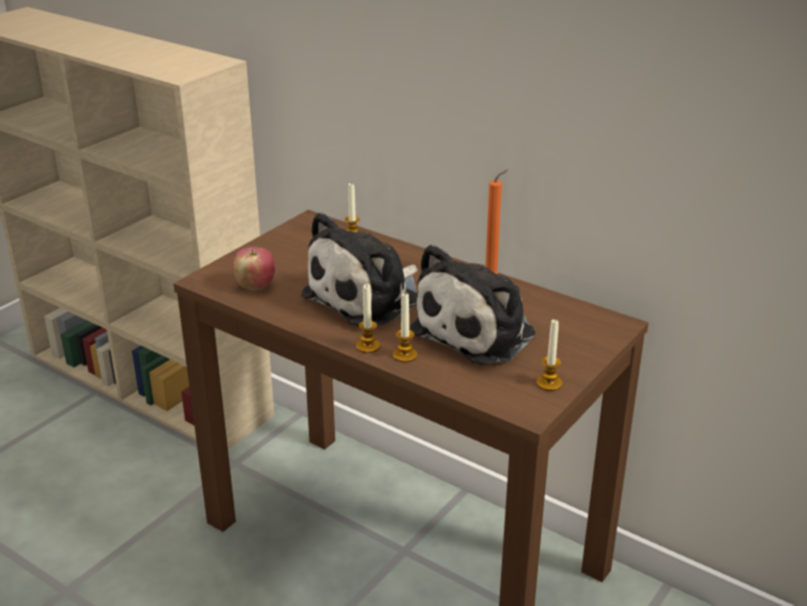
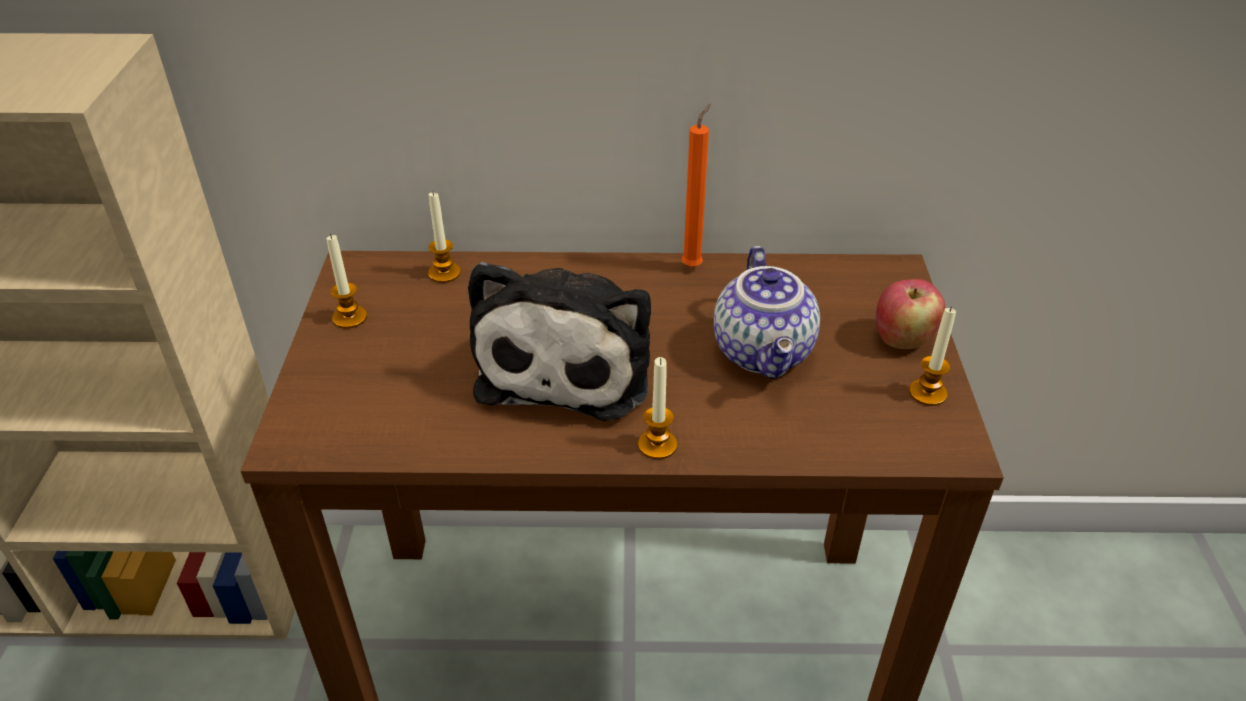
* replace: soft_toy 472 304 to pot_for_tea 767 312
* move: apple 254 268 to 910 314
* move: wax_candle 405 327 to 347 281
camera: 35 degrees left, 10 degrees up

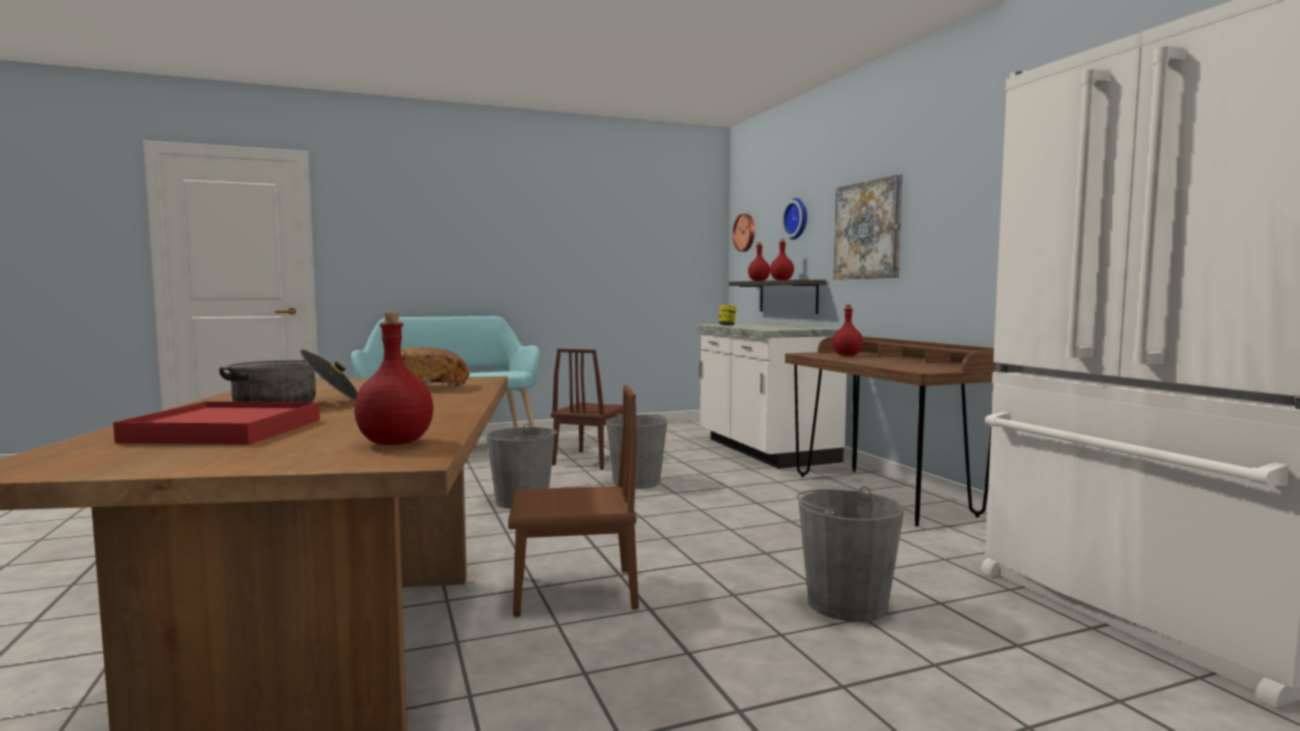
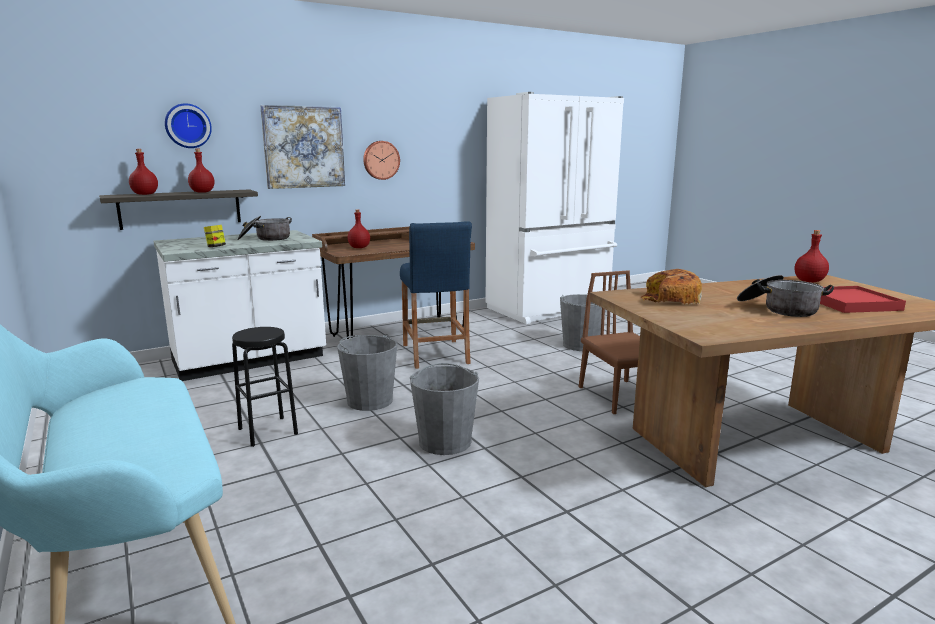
* move: clock_on_the_wall 744 233 to 381 160
* replace: brownish_plain_chair 587 409 to black_sitting_stool 265 387
* insert: stockpot 264 228
* insert: bluish_sitting_stool 436 295
camera: 100 degrees left, 10 degrees up

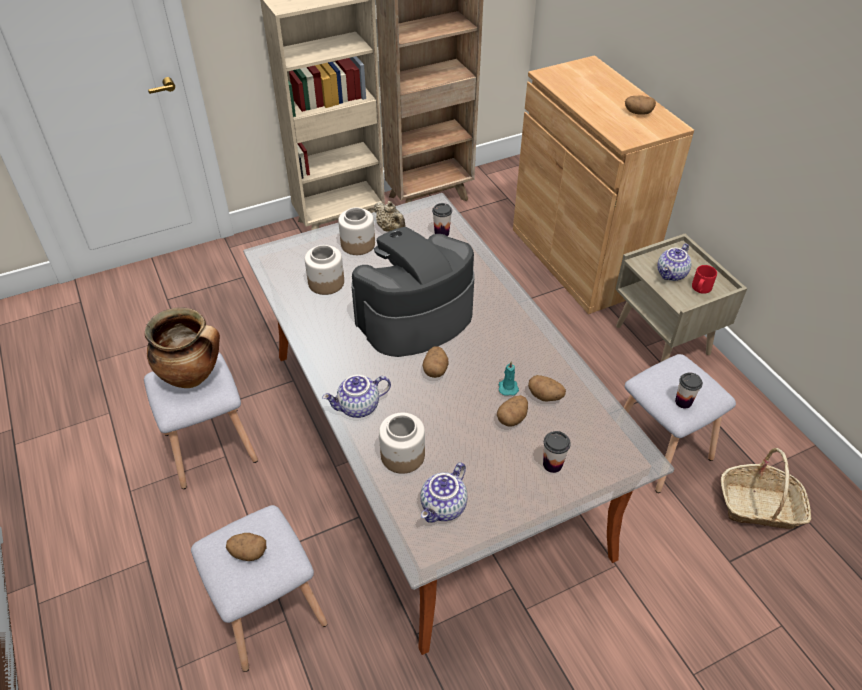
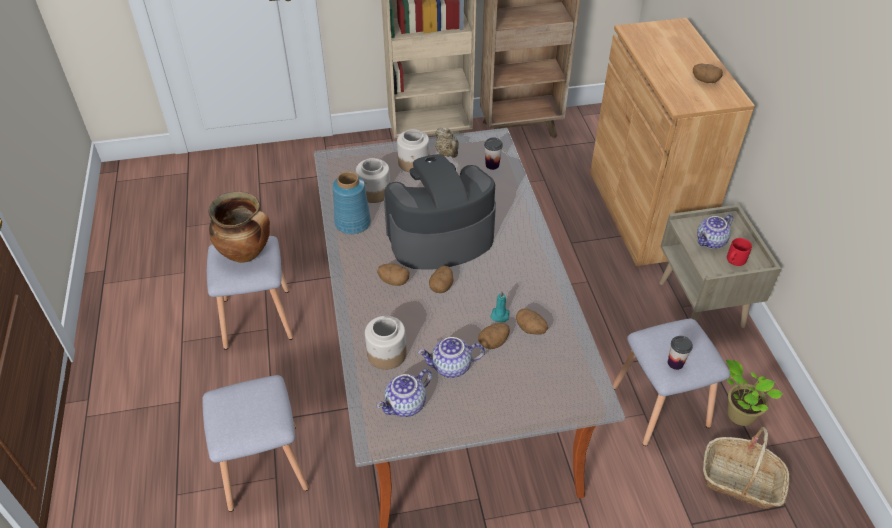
* move: pot_for_tea 356 396 to 451 357
* delete: small_cup 557 452
* move: whole_potato 246 547 to 393 275
* insert: bluish_flower_vase 351 202
* insert: potted_plant 754 393
camera: 15 degrees right, 0 degrees up

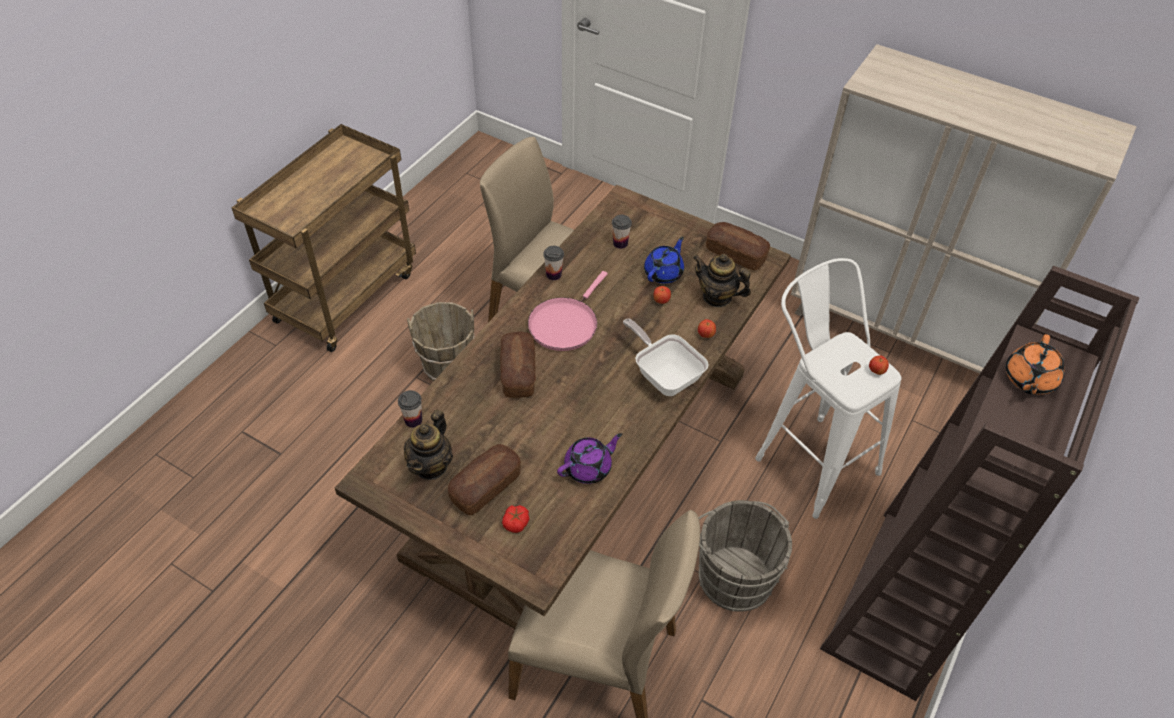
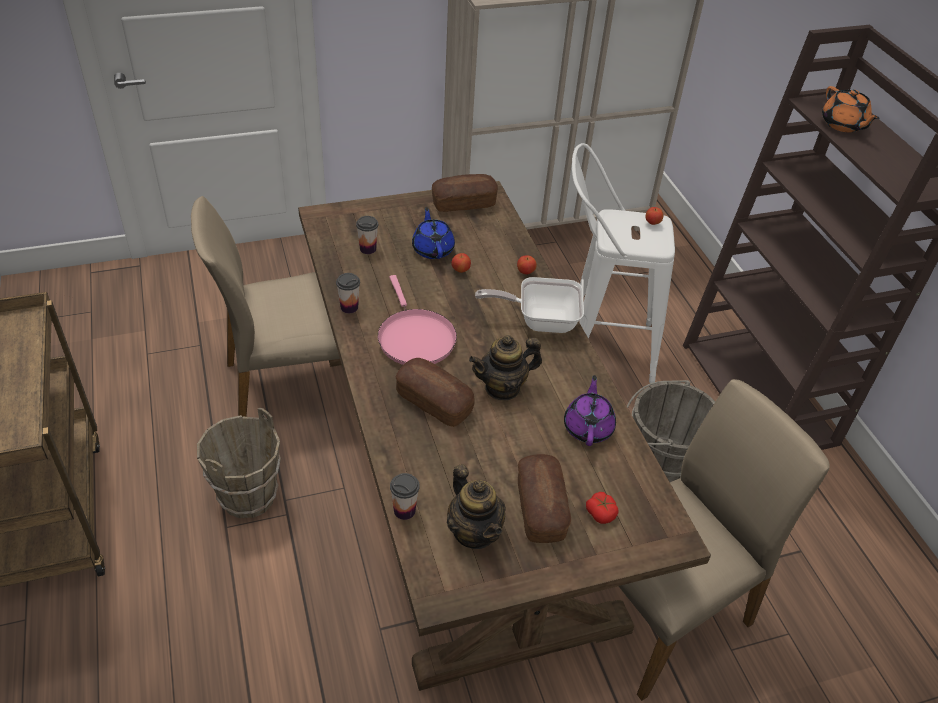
* move: pot_for_tea 722 281 to 505 368
camera: 50 degrees left, 5 degrees down

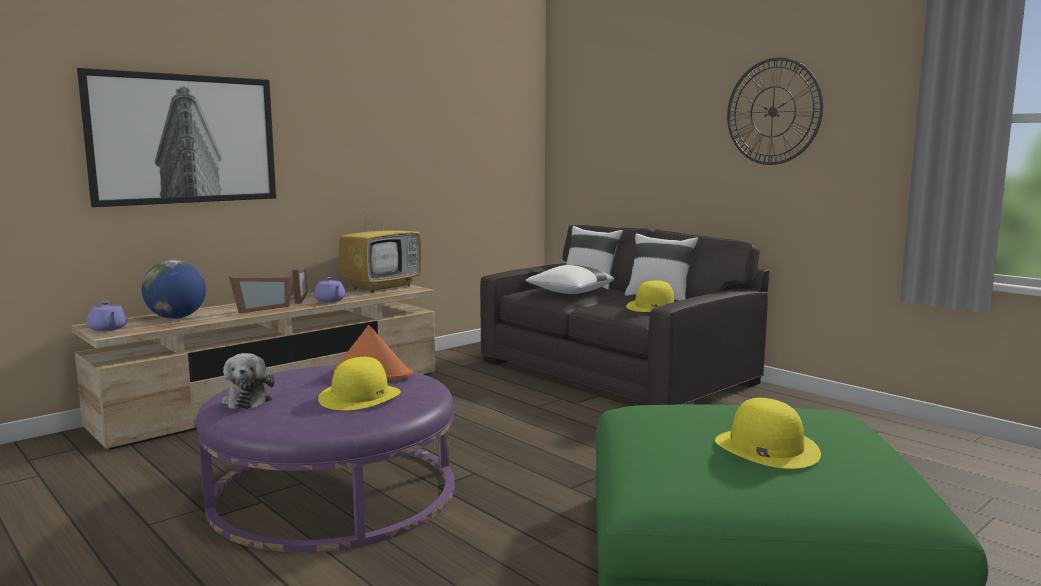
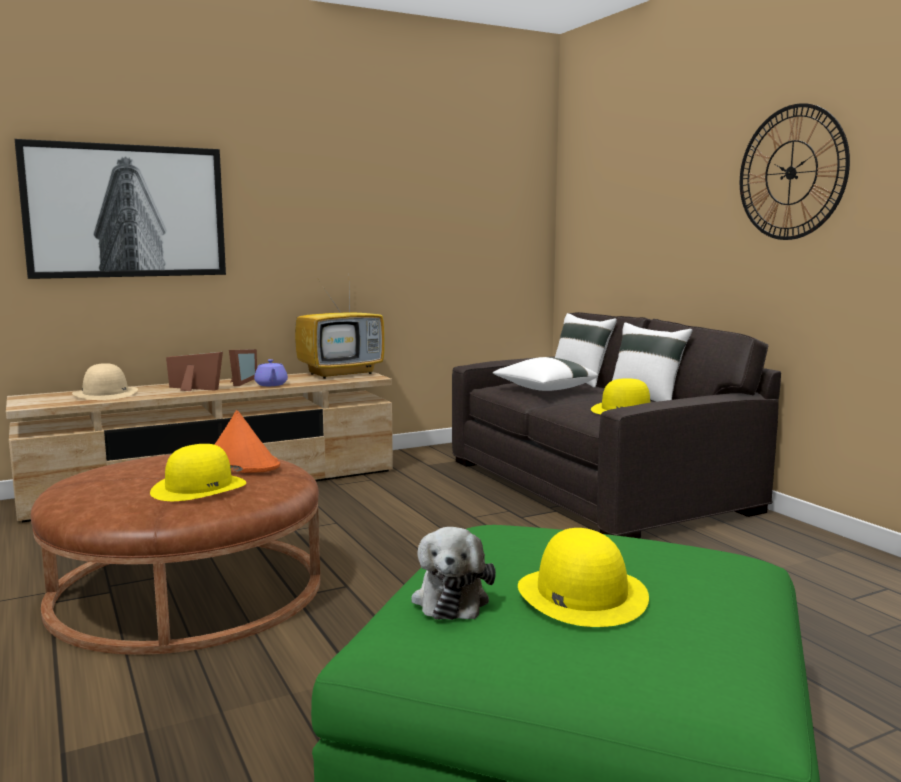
* replace: desk_globe 174 289 to beige-coloured_hat 105 381
* rotate: standing_frame 259 295 = 194 371 135 degrees counterclockwise
* delete: purple-coloured_pot_for_tea 107 316
* move: soft_toy 248 381 to 453 573
* recolor: purple-coloured_pouffe 325 459 to brownish_pouffe 175 554
camera: 15 degrees right, 0 degrees up

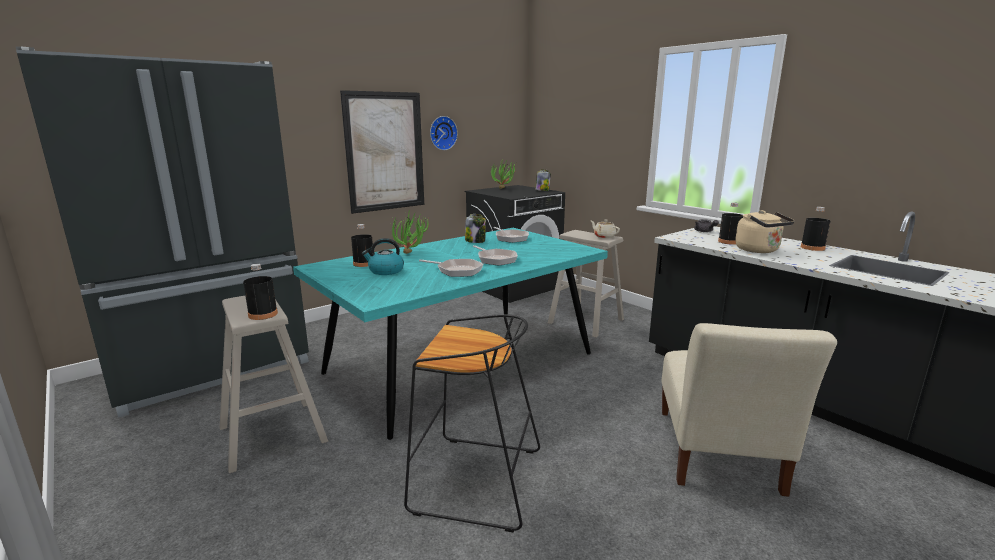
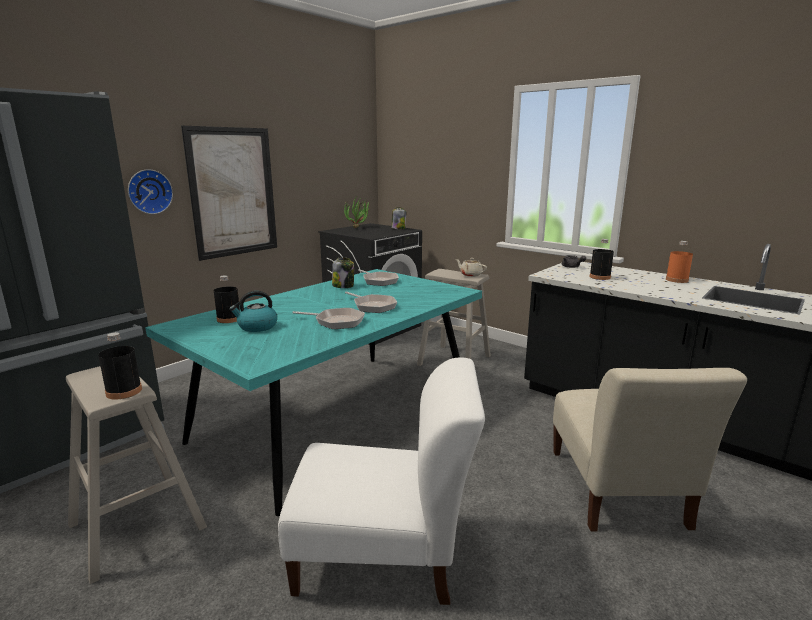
* move: clock_on_the_wall 444 133 to 150 191
* recolor: black_drink_bottle 815 229 to orange-coloured_drink_bottle 679 262
* delete: potted_plant 410 231
* delete: beige-coloured_water_kettle 764 231
* replace: black_sitting_stool 472 423 to white-coloured_plain_chair 381 481
camera: 10 degrees left, 0 degrees up

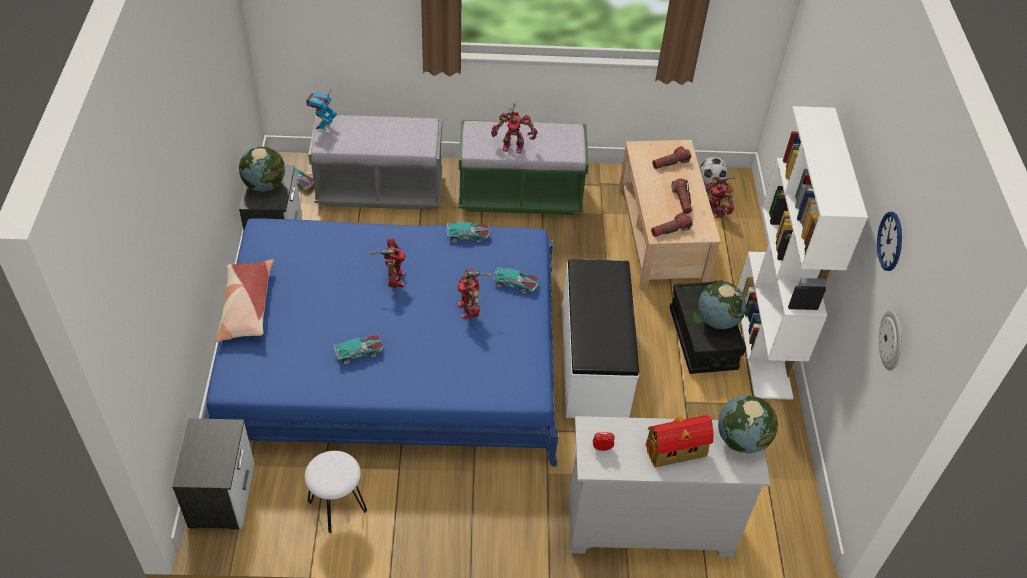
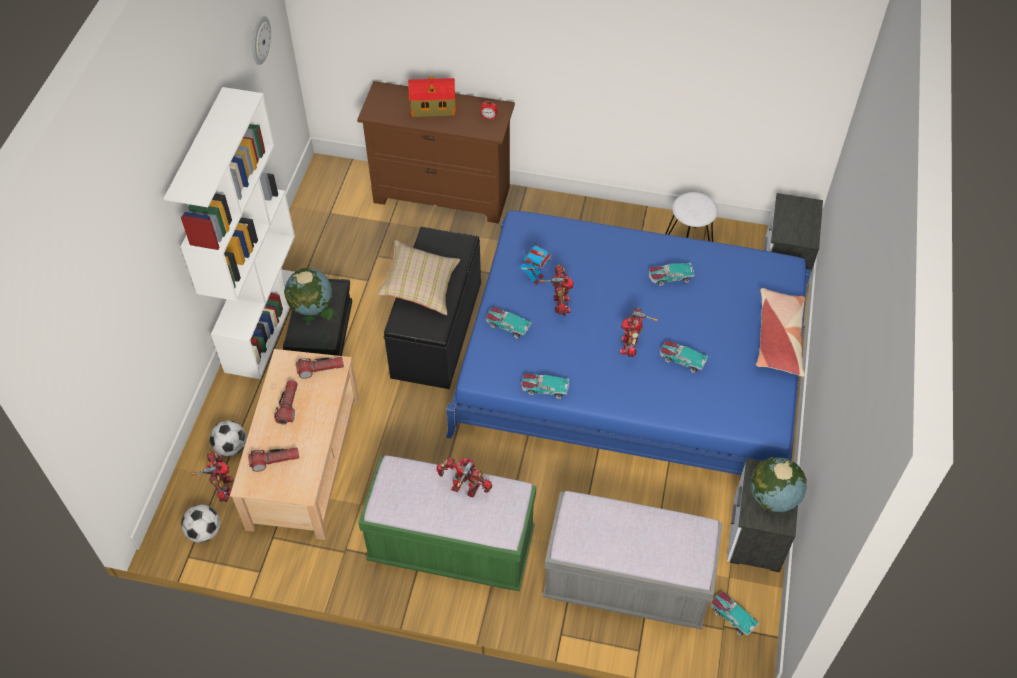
* move: robot_figure 321 110 to 536 261
* delete: clock_on_the_wall 889 241
* recolor: white-coloured_long_seat 600 338 to black_long_seat 432 308
* delete: desk_globe 748 424
* recolor: white-coloured_drawer_chest 669 486 to brownish_drawer_chest 436 152
* insert: beige-coloured_pillow 418 277
* insert: model_car 684 356
* insert: ball_for_football 227 438
camera: 165 degrees left, 5 degrees up

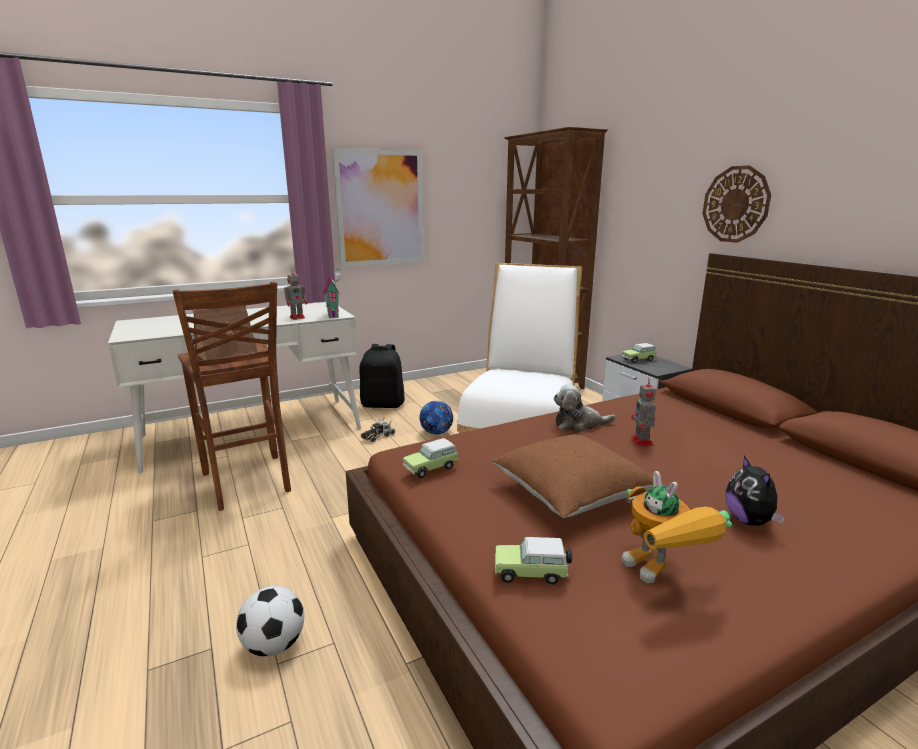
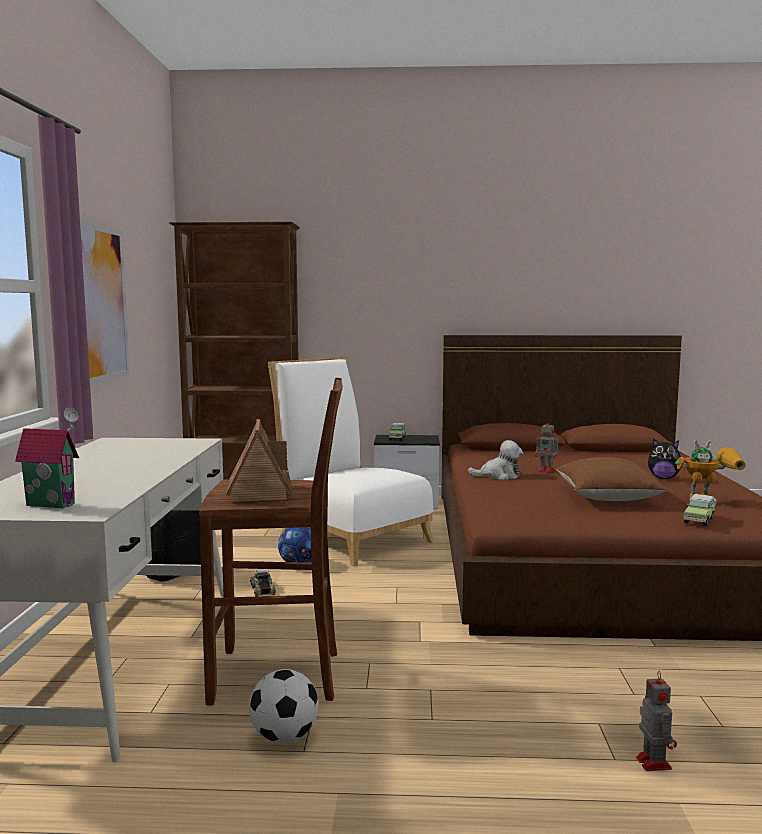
* delete: clock_on_the_wall 737 204
* move: miniature_house 332 293 to 47 458
* move: robot_figure 295 294 to 656 721
* rotate: soft_toy 584 408 = 495 460 120 degrees counterclockwise
* delete: model_car 431 458
* move: ball_for_football 270 621 to 284 706
camera: 60 degrees left, 10 degrees down

